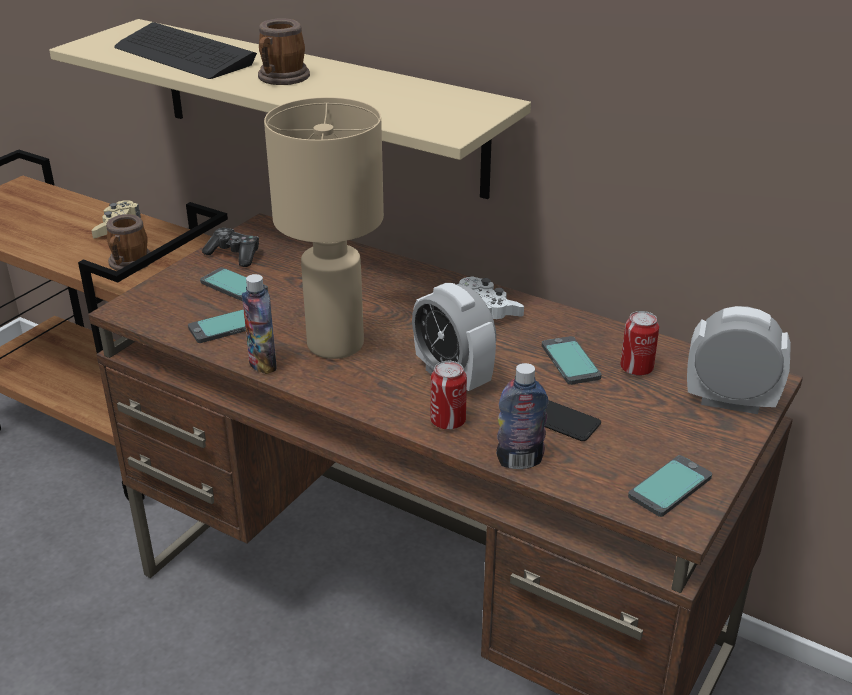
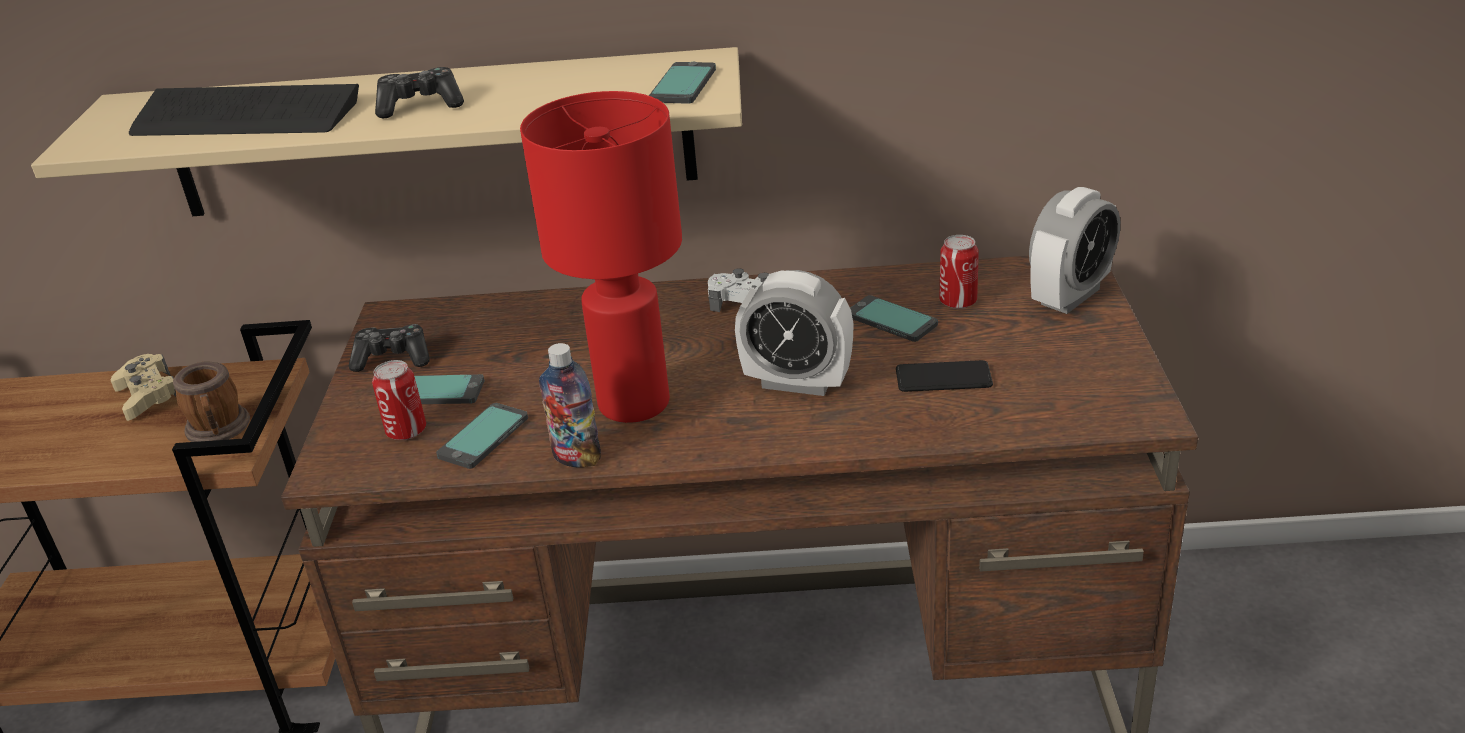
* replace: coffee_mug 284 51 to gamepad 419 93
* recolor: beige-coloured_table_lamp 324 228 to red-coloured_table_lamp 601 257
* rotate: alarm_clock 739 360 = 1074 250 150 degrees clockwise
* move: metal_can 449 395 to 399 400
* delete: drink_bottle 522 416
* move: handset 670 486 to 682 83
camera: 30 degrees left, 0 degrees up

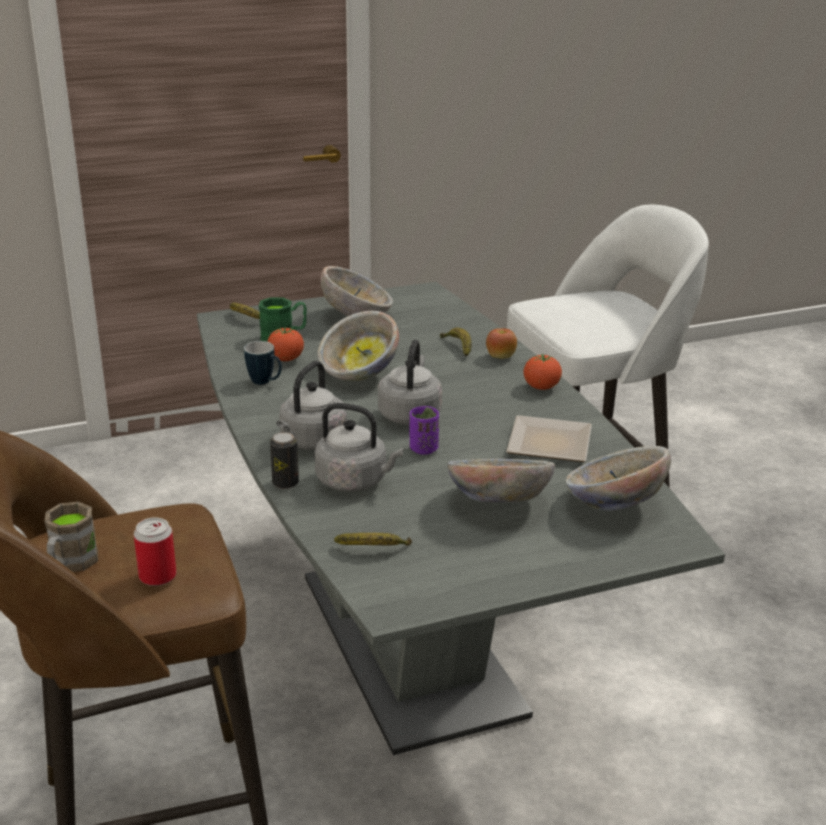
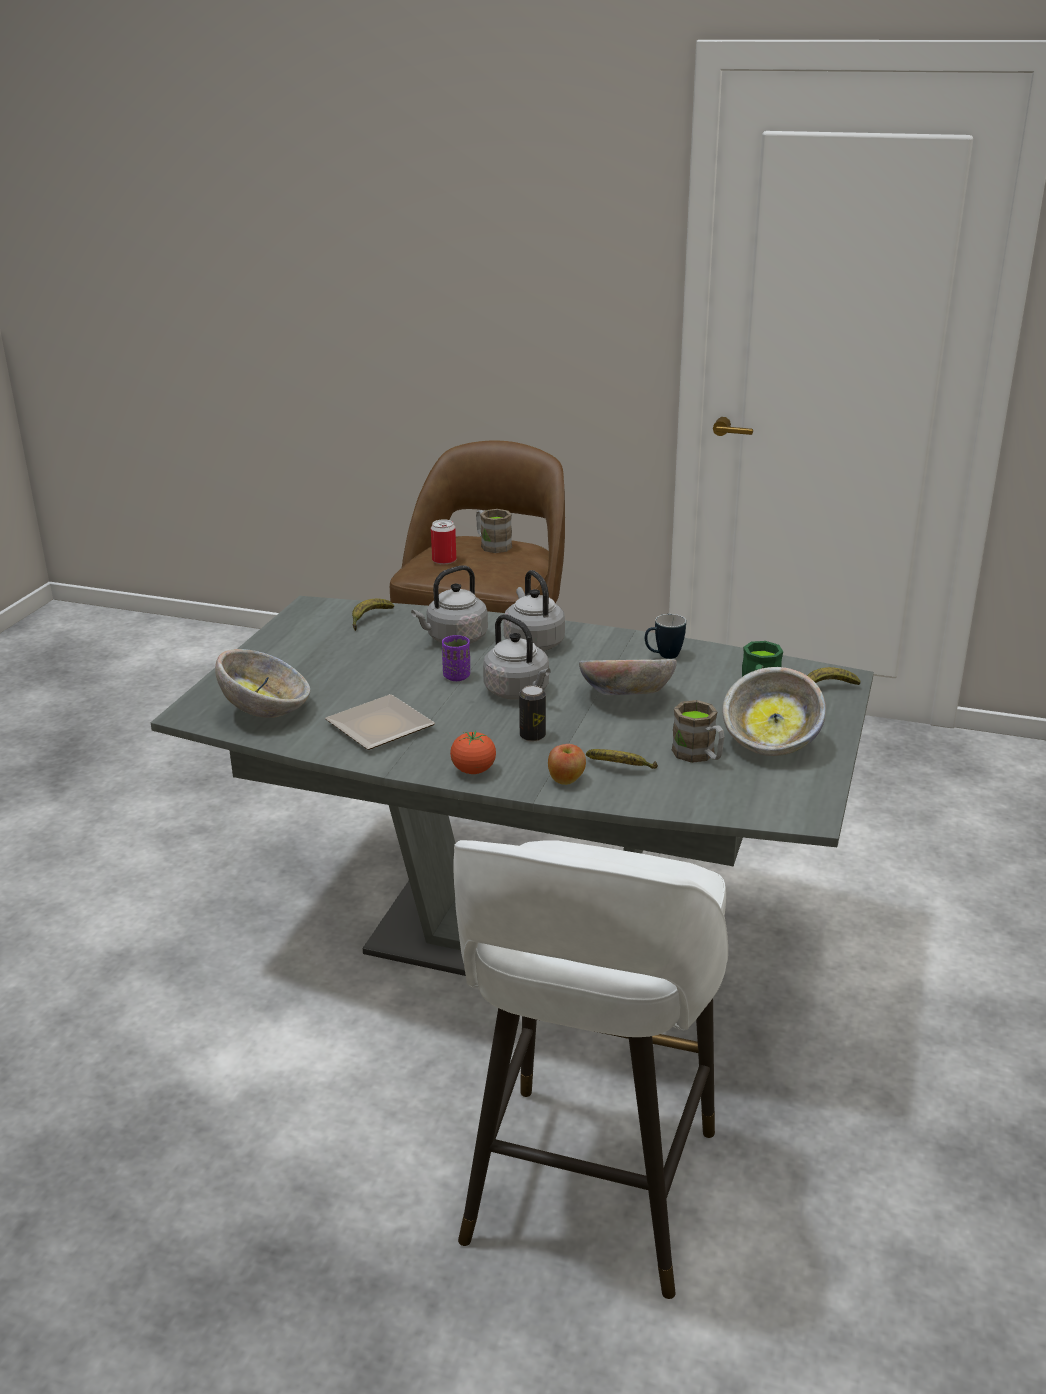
* delete: tomato 285 344
* move: metal_can 284 460 to 532 713
* delete: deep_dish 501 480
* insert: brownish_coffee_mug 698 731
camera: 130 degrees right, 0 degrees up

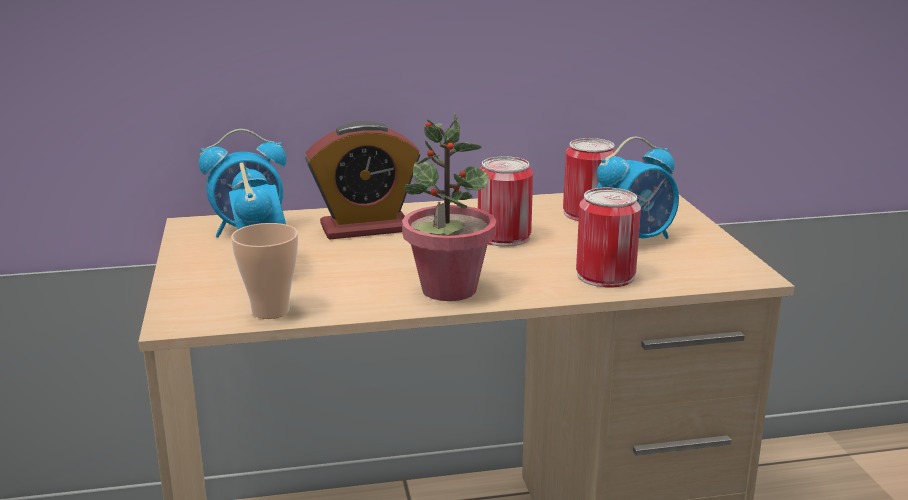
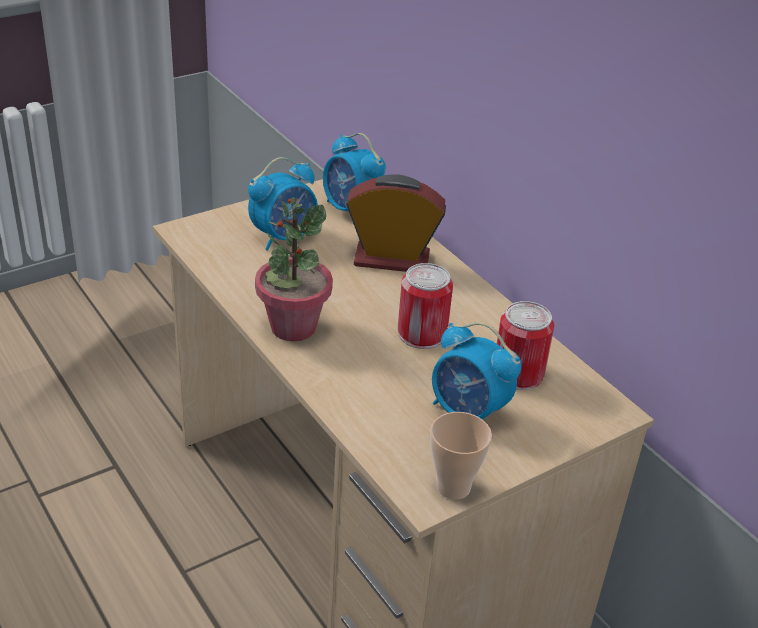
* rotate: alarm_clock 362 180 = 396 223 135 degrees clockwise
* delete: metal_can 608 238
* move: small_cup 264 271 to 461 456
camera: 65 degrees right, 15 degrees up

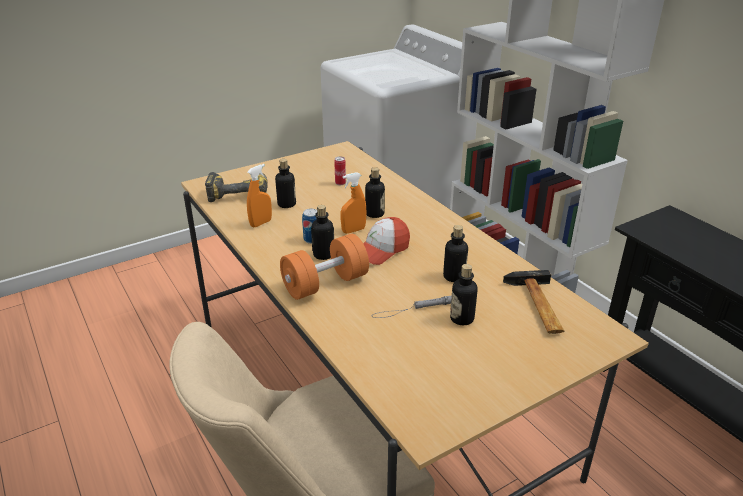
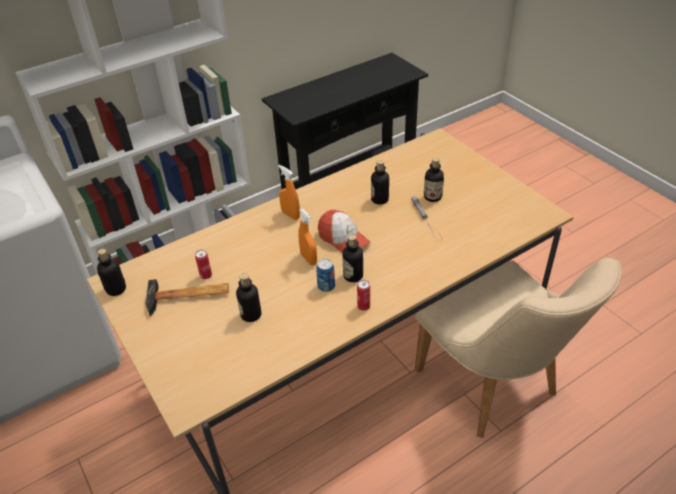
* move: orange-coloured_hand_sprayer 259 196 to 289 192
* move: drink_bottle 375 192 to 111 272
* delete: electric_drill 236 187
* delete: orange-coloured_free_weight 324 267
* move: hammer 533 302 to 187 297
* insert: metal_can 363 295
camera: 90 degrees left, 10 degrees up

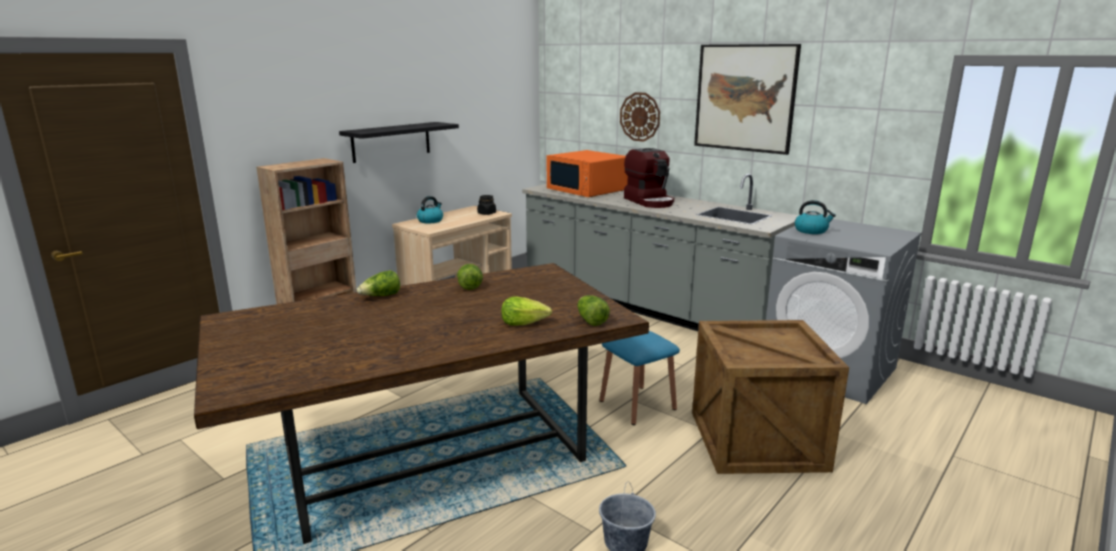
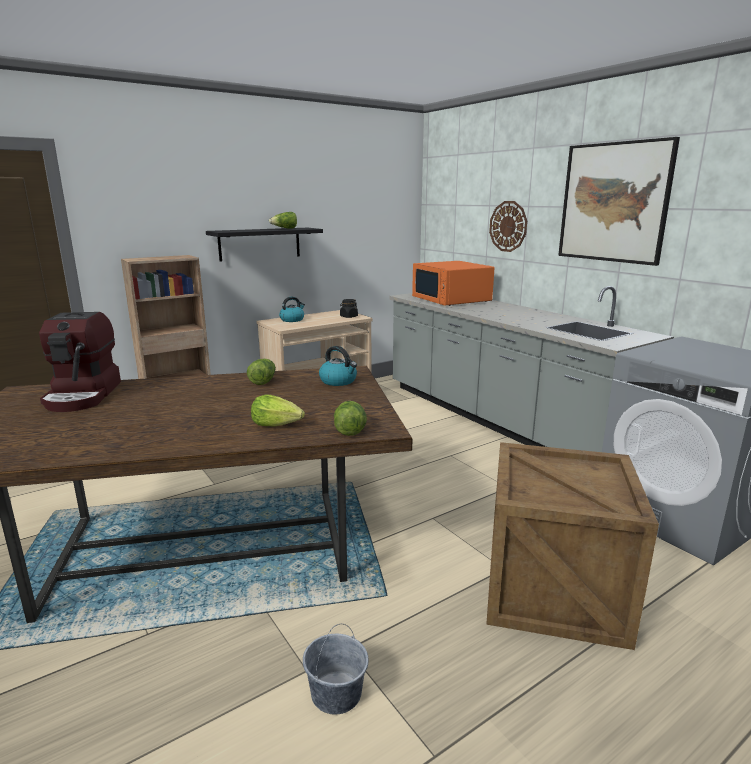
* move: coffee_maker 649 178 to 80 362
* move: water_kettle 815 217 to 338 366
* move: lettuce_head 378 283 to 283 220
* delete: bluish_sitting_stool 640 378
camera: 15 degrees right, 0 degrees up

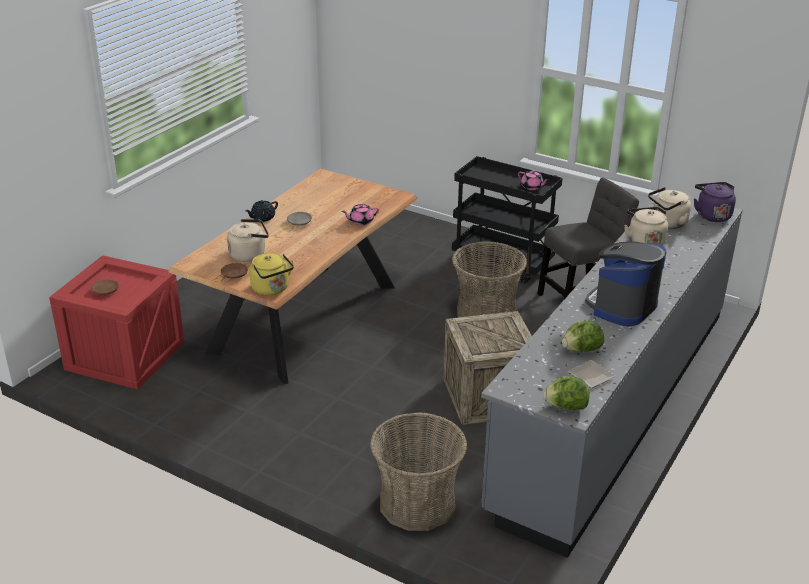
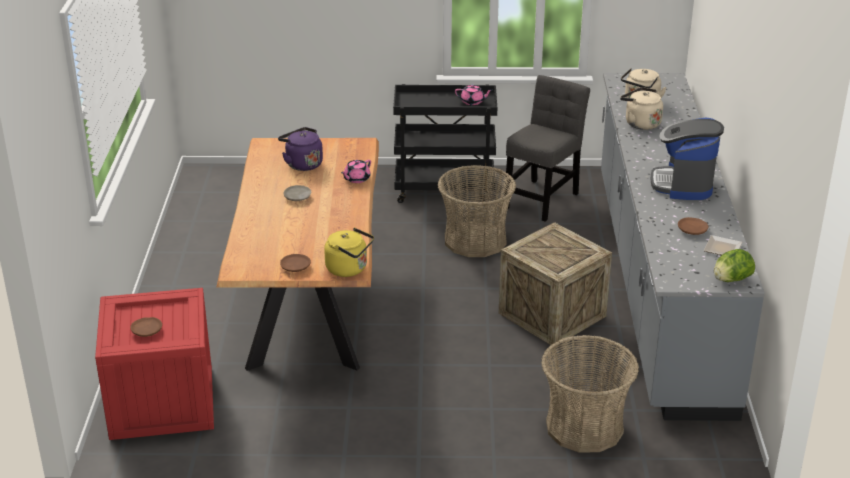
* move: purple-coloured_water_kettle 715 202 to 300 149
* delete: black_pot_for_tea 261 211
* delete: beige-coloured_water_kettle 248 240
* replace: lettuce_head 583 336 to brownish_flat_dish 693 226
camera: 30 degrees left, 0 degrees up

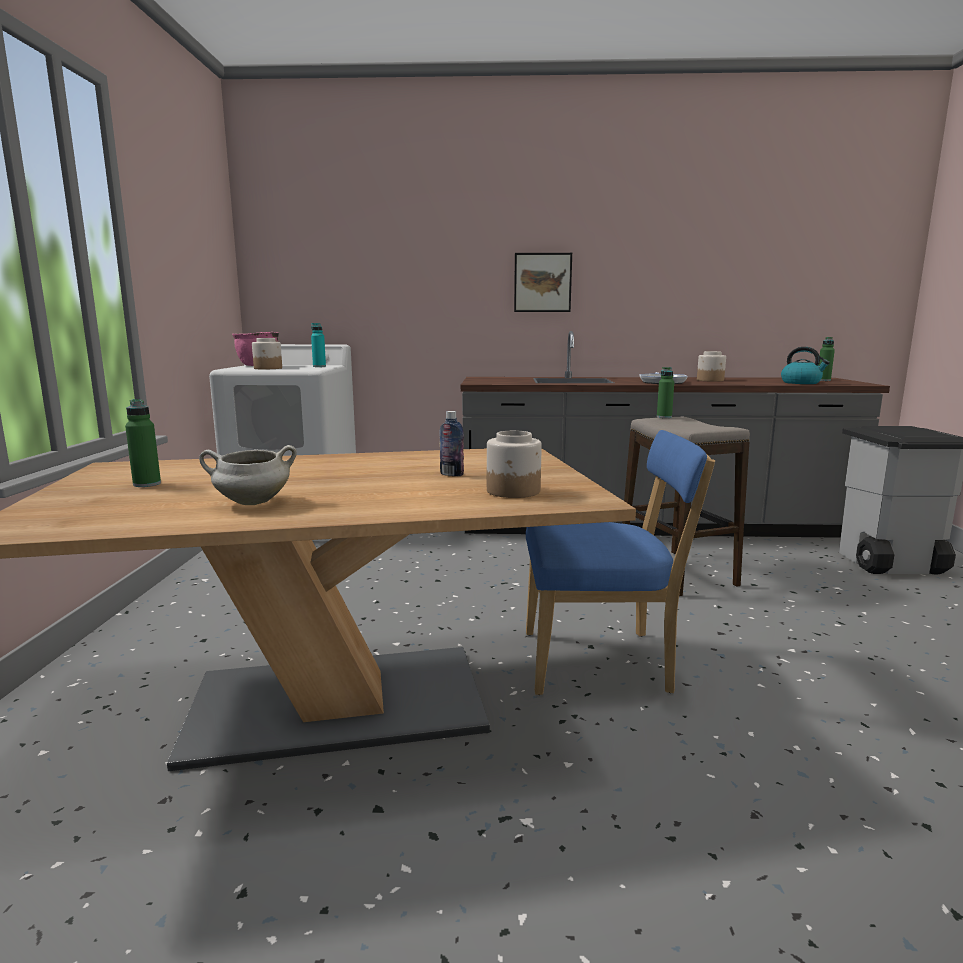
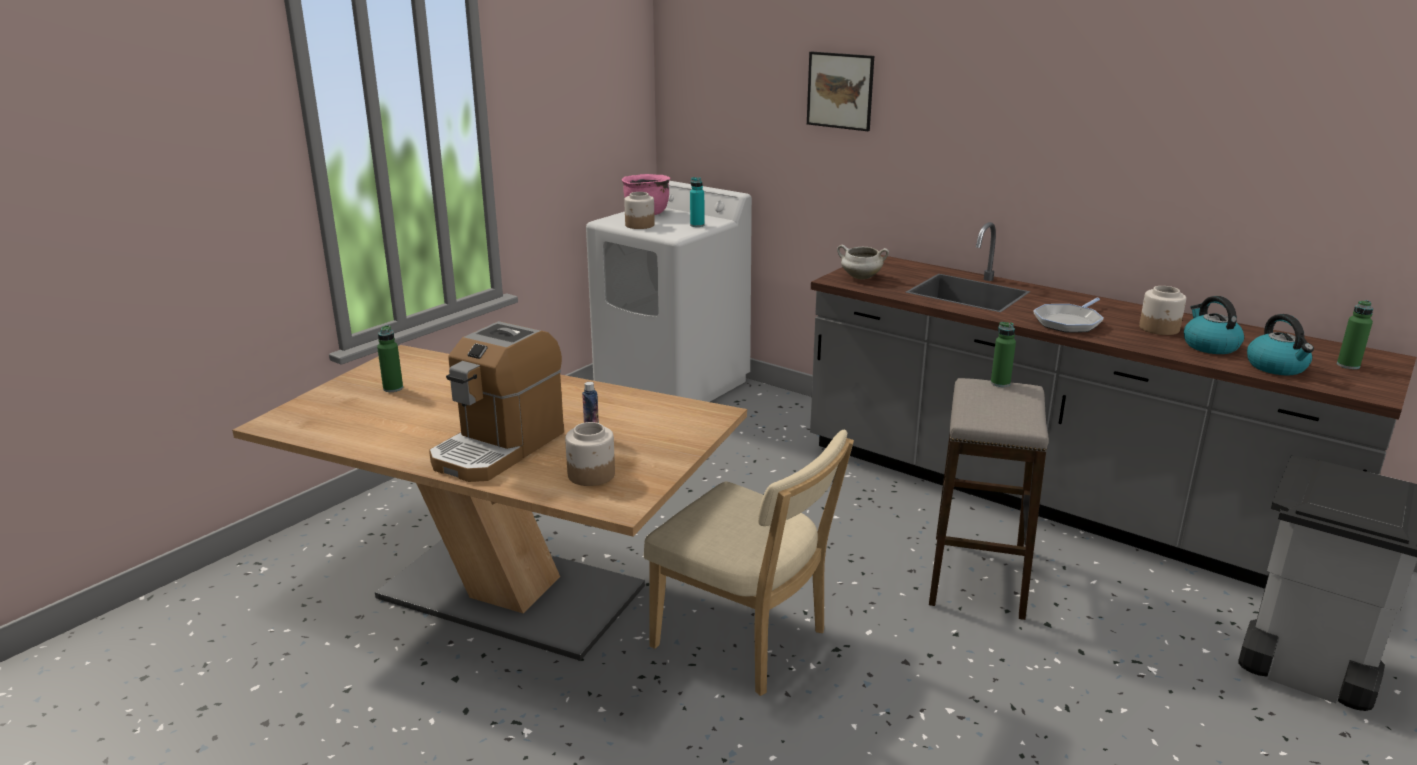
* move: wall_picture 543 282 to 840 91
* recolor: bluish_plain_chair 620 562 to beige-coloured_plain_chair 749 563
* move: white-coloured_stockpot 248 475 to 863 262
* insert: water_kettle 1214 325
* insert: coffee_maker 496 401
camera: 35 degrees right, 10 degrees up

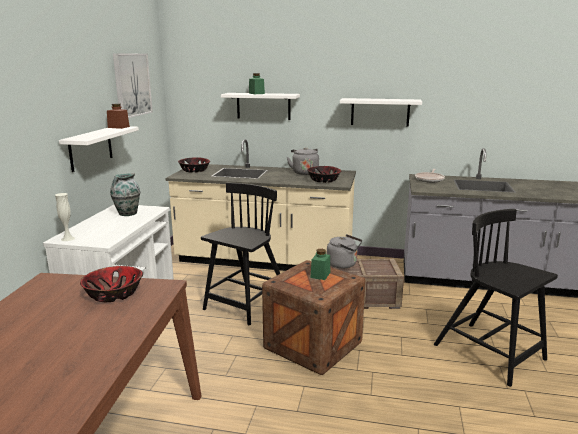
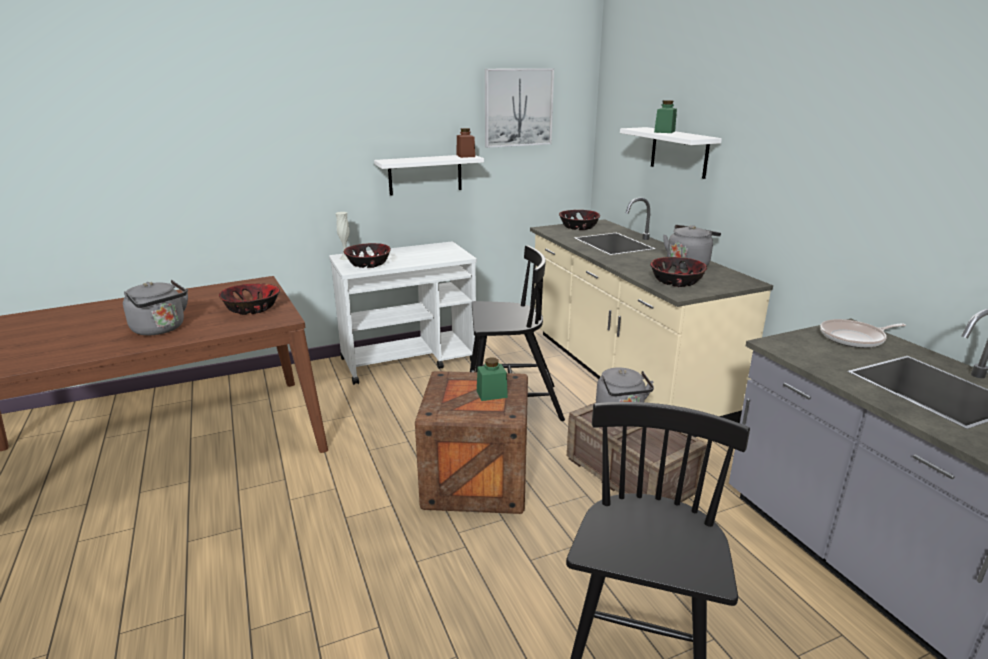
* delete: white-coloured_bracket_shelf 381 112
* delete: flower_vase 125 194
* insert: deep_dish 367 255
* insert: greyish_water_kettle 155 307
camera: 55 degrees right, 5 degrees up

